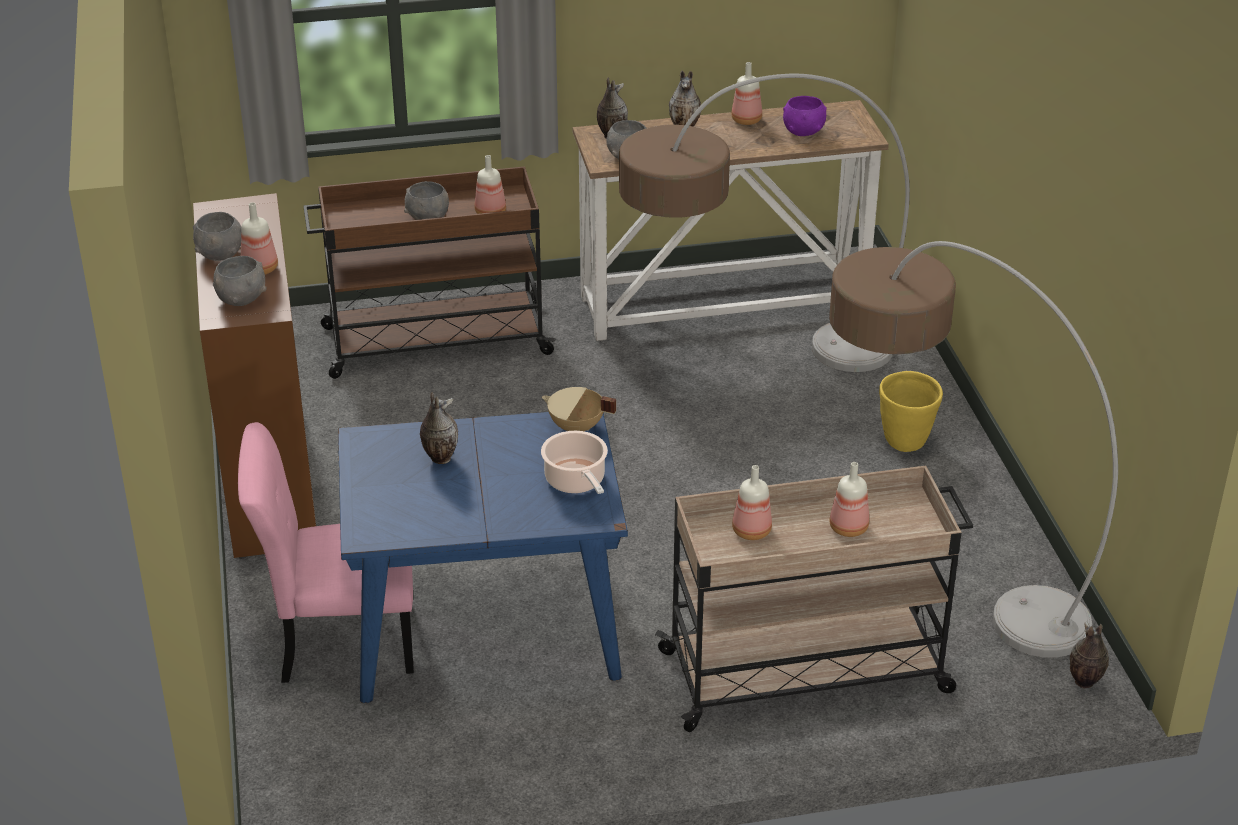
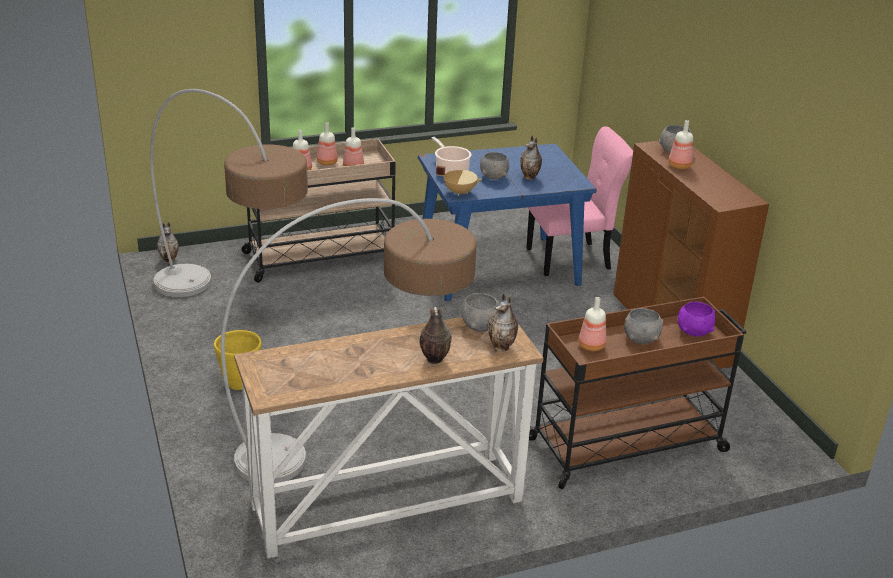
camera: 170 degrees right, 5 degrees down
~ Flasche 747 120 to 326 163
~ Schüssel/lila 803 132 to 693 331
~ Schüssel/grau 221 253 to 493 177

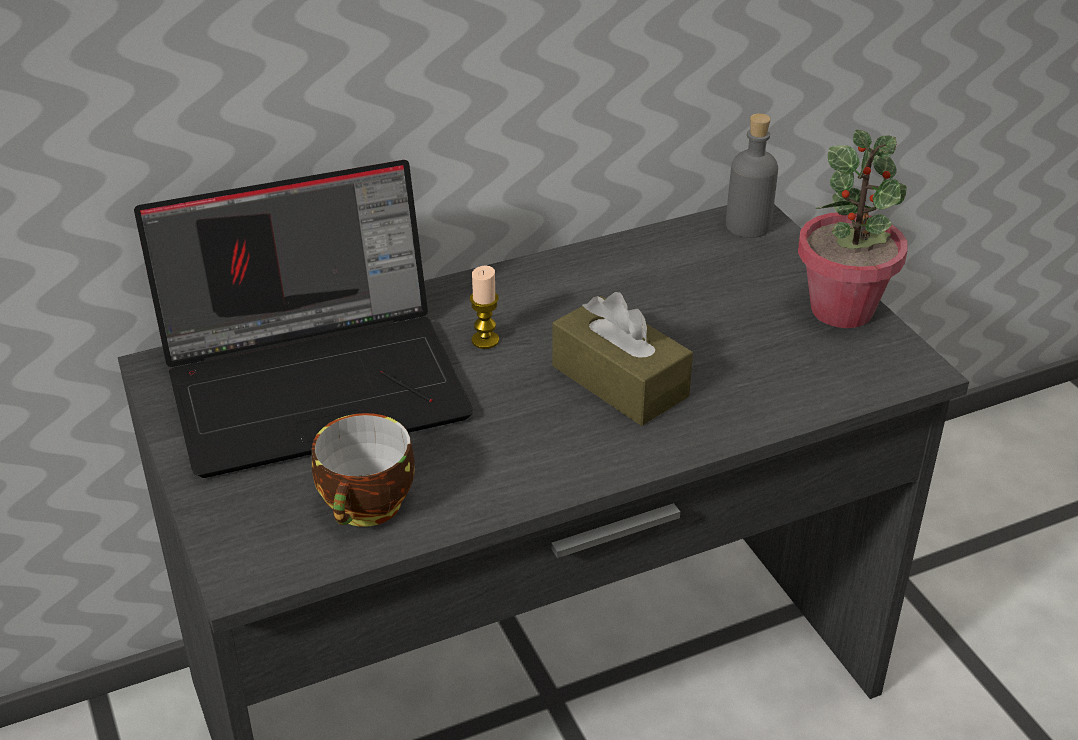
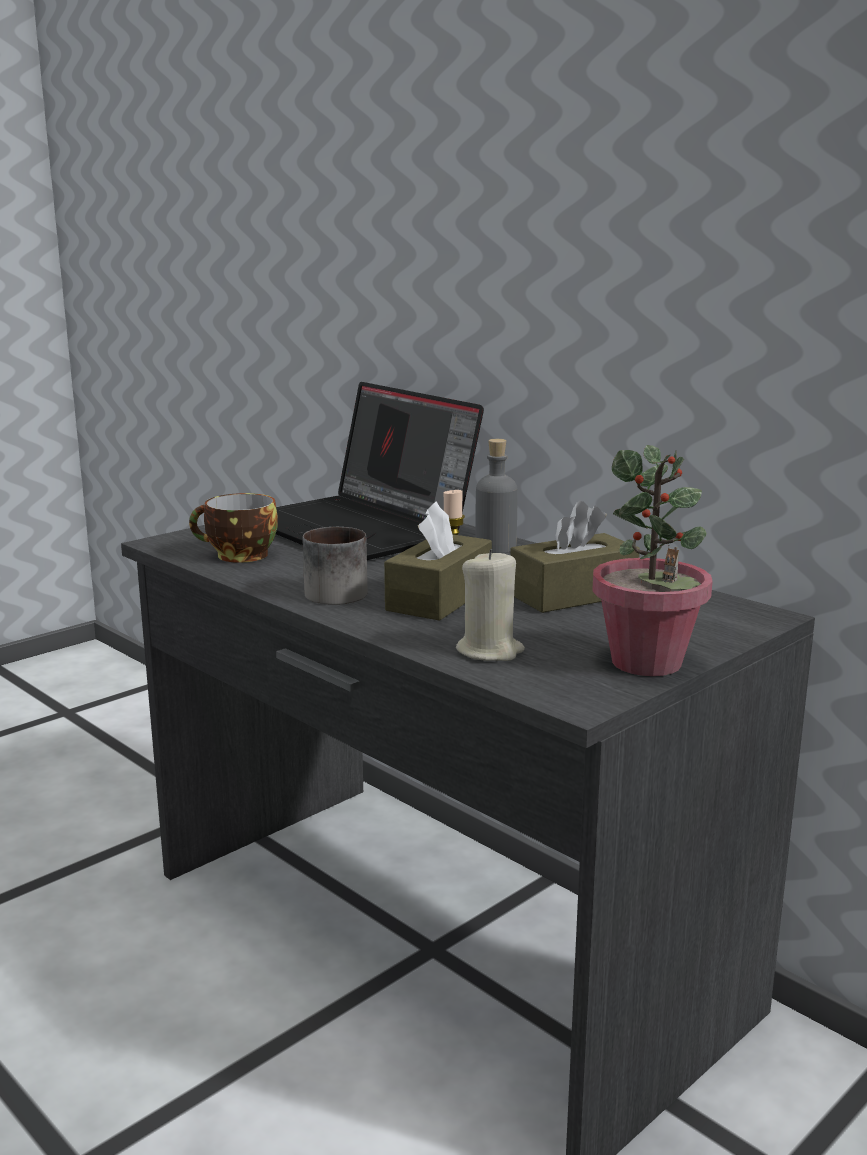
camera: 70 degrees right, 20 degrees down
~ Flasche/grau 748 226 to 495 548
+ Taschentuchbox/braun 573 595
+ Henkelbecher 337 591
+ Kerze/beige 490 651

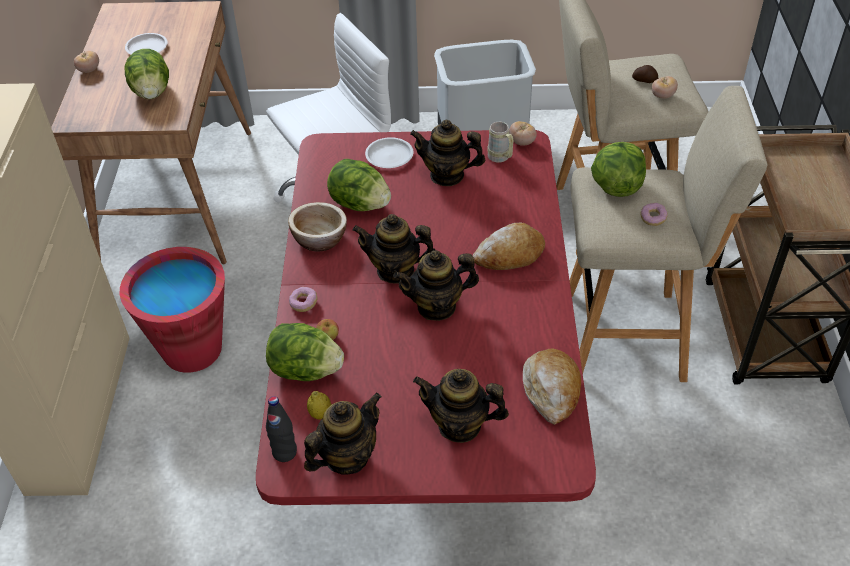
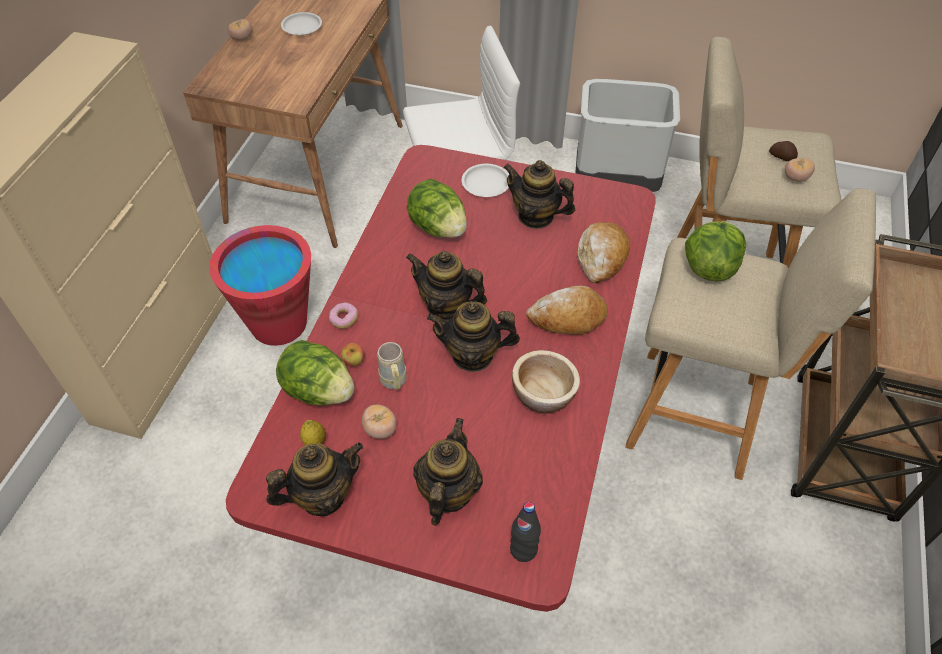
camera: 15 degrees right, 5 degrees up
- Salatkopf 152 92
~ Tomate 522 142 to 380 430
~ Henkelbecher/beige 501 158 to 394 383
~ Schüssel 319 239 to 543 394
- Donut 653 218
~ Brot 551 390 to 602 257
~ Teekanne 460 425 = 447 493 75 degrees clockwise
~ Flasche/schwarz 284 452 to 523 550

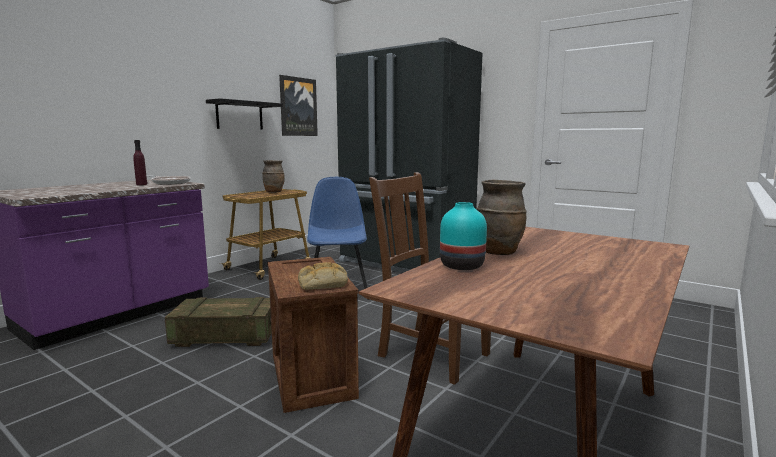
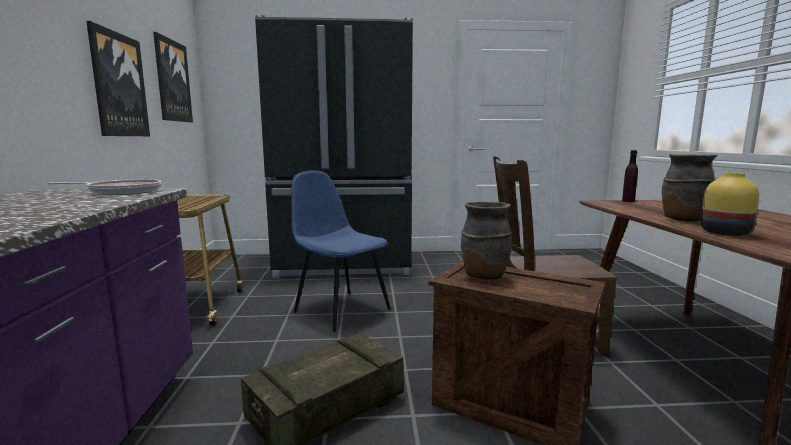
camera: 40 degrees left, 0 degrees up
~ Wandregal/schwarz 239 115 to Bild 118 85
~ Flasche/lila 141 184 to 628 201
~ Vase/braun 274 192 to 483 276
~ Vase/türkis 463 266 to Vase/gelb 724 232
- Brot 322 283

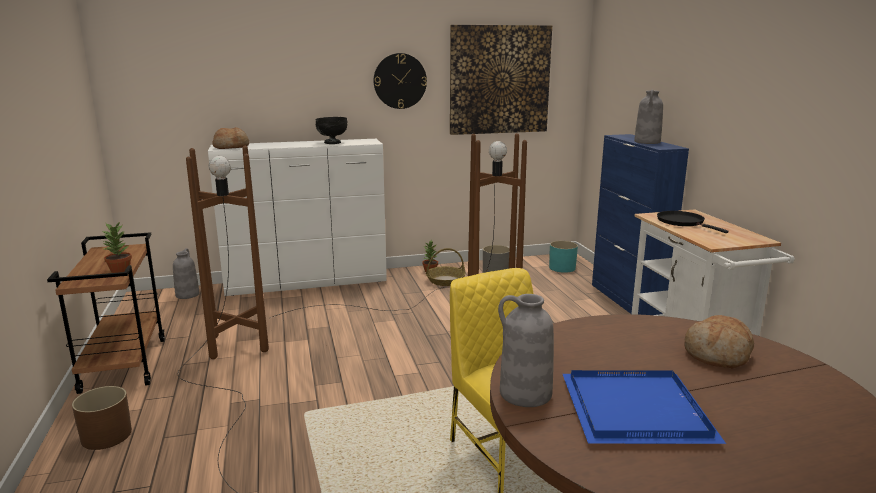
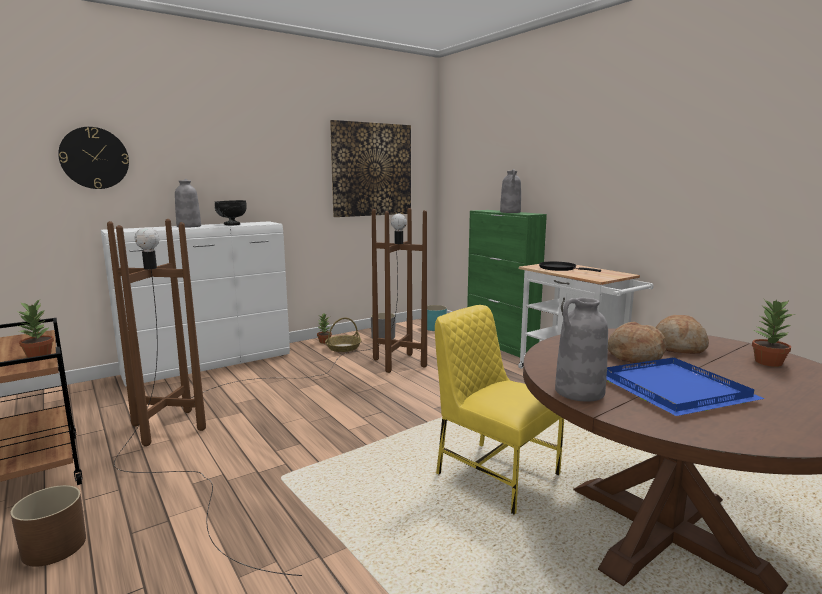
camera: 20 degrees left, 5 degrees down
~ Wanduhr 400 81 to 94 158
~ Brot 231 147 to 634 355
~ Schrank/blau 627 300 to Schrank/grün 501 345
~ Vase/grau 187 294 to 188 226
+ Topfpflanze 767 362

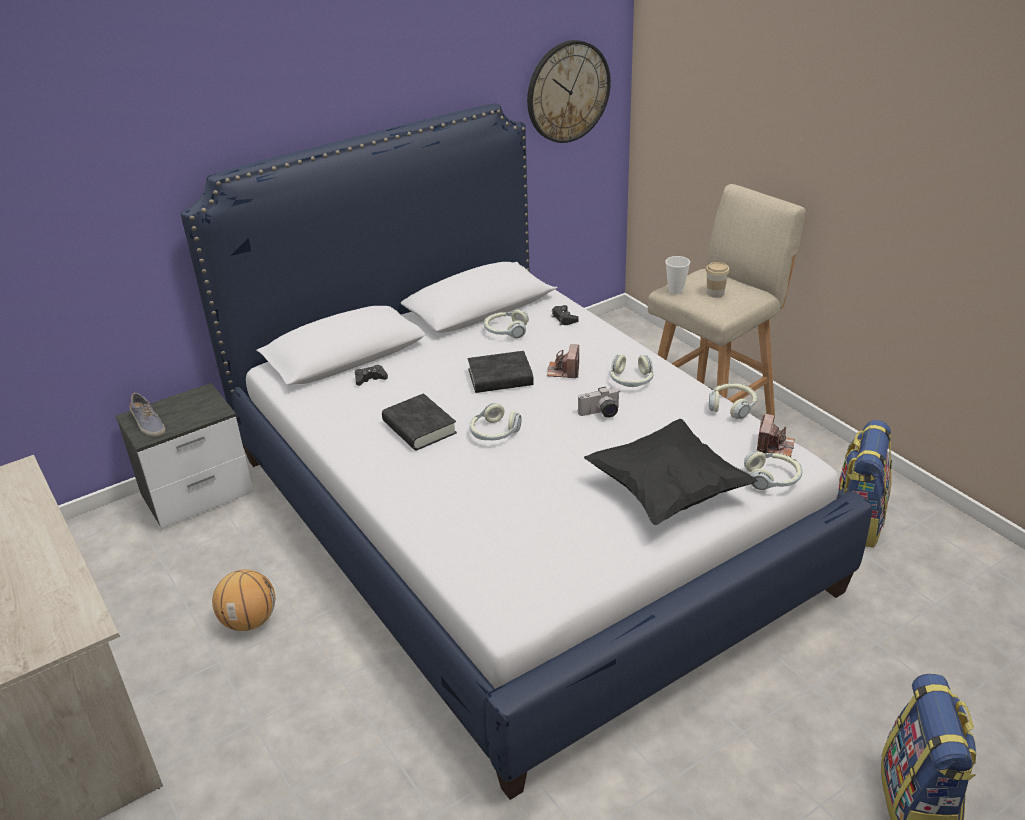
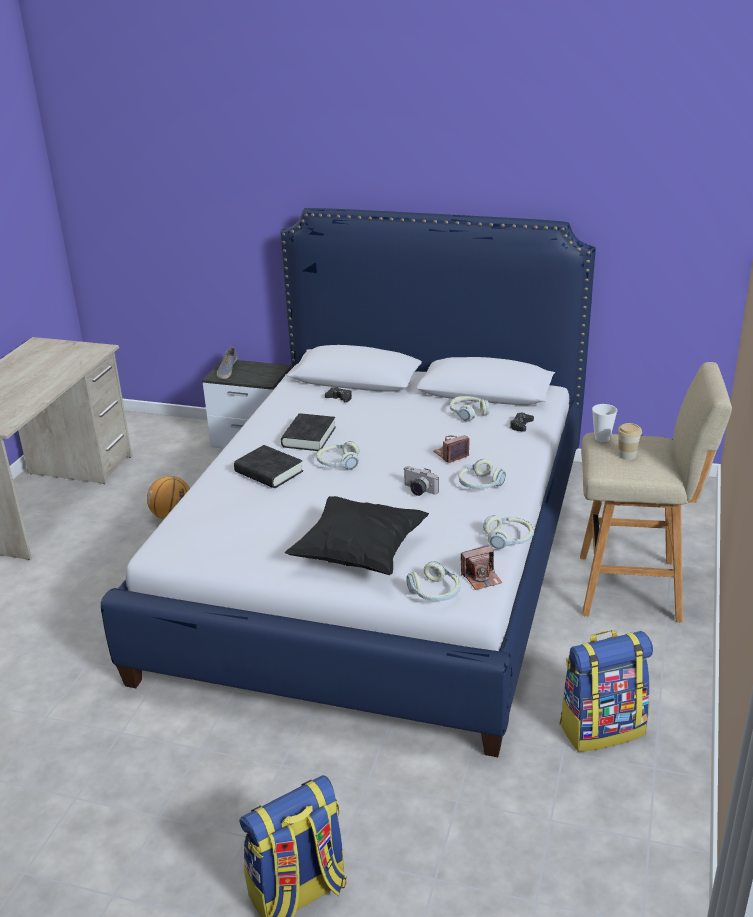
camera: 50 degrees right, 5 degrees down
- Wanduhr 568 92
~ Buch/schwarz 500 378 to 268 472

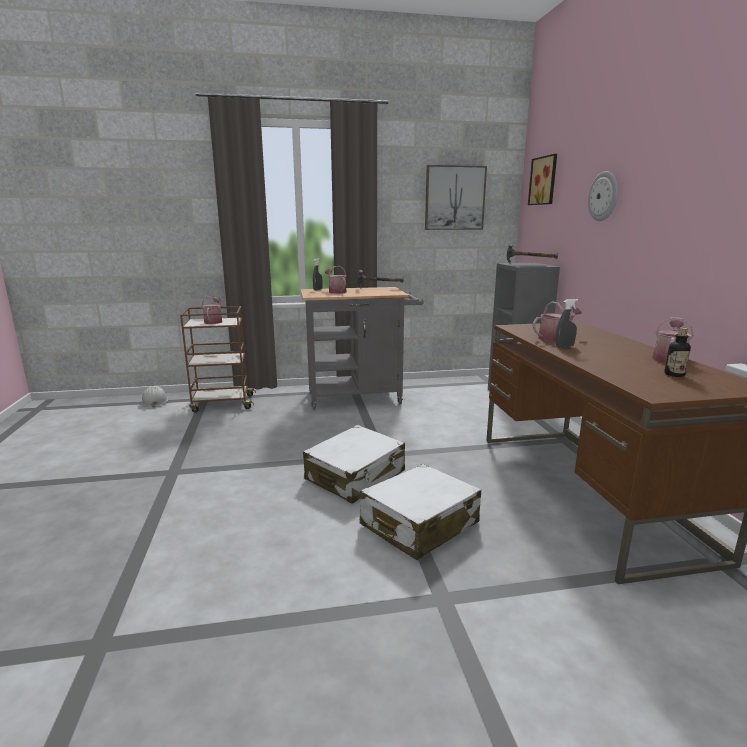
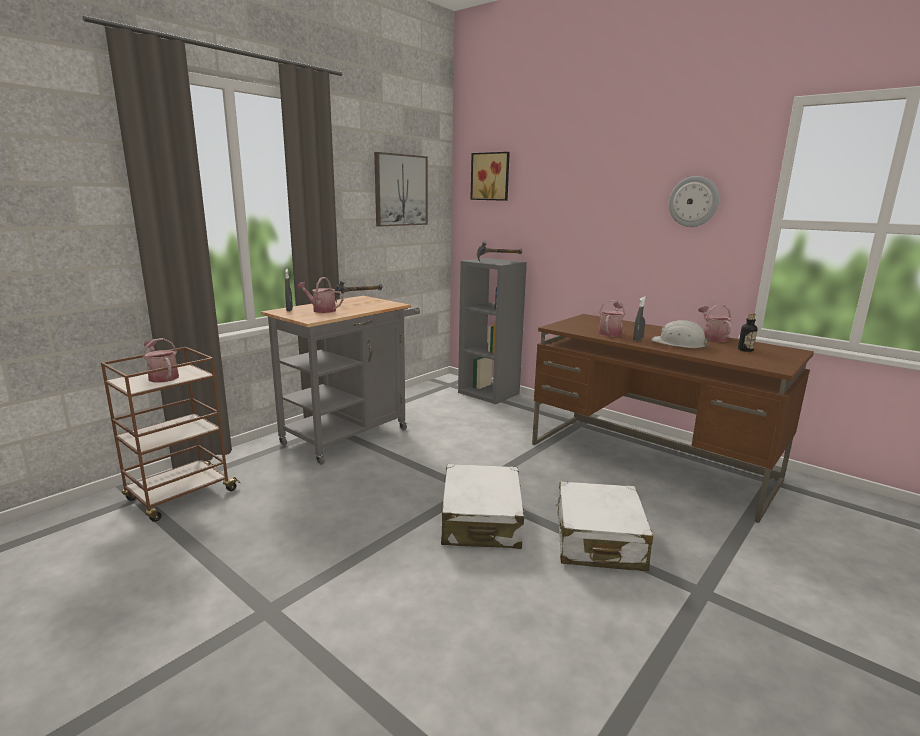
camera: 40 degrees left, 0 degrees up
~ Wanduhr 604 196 to 693 201
~ Schutzhelm/weiß 154 401 to 679 343

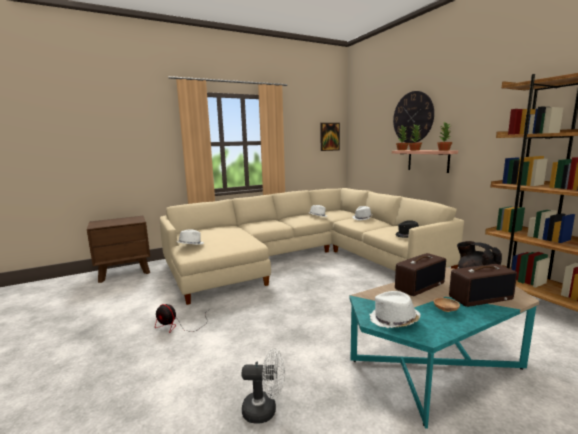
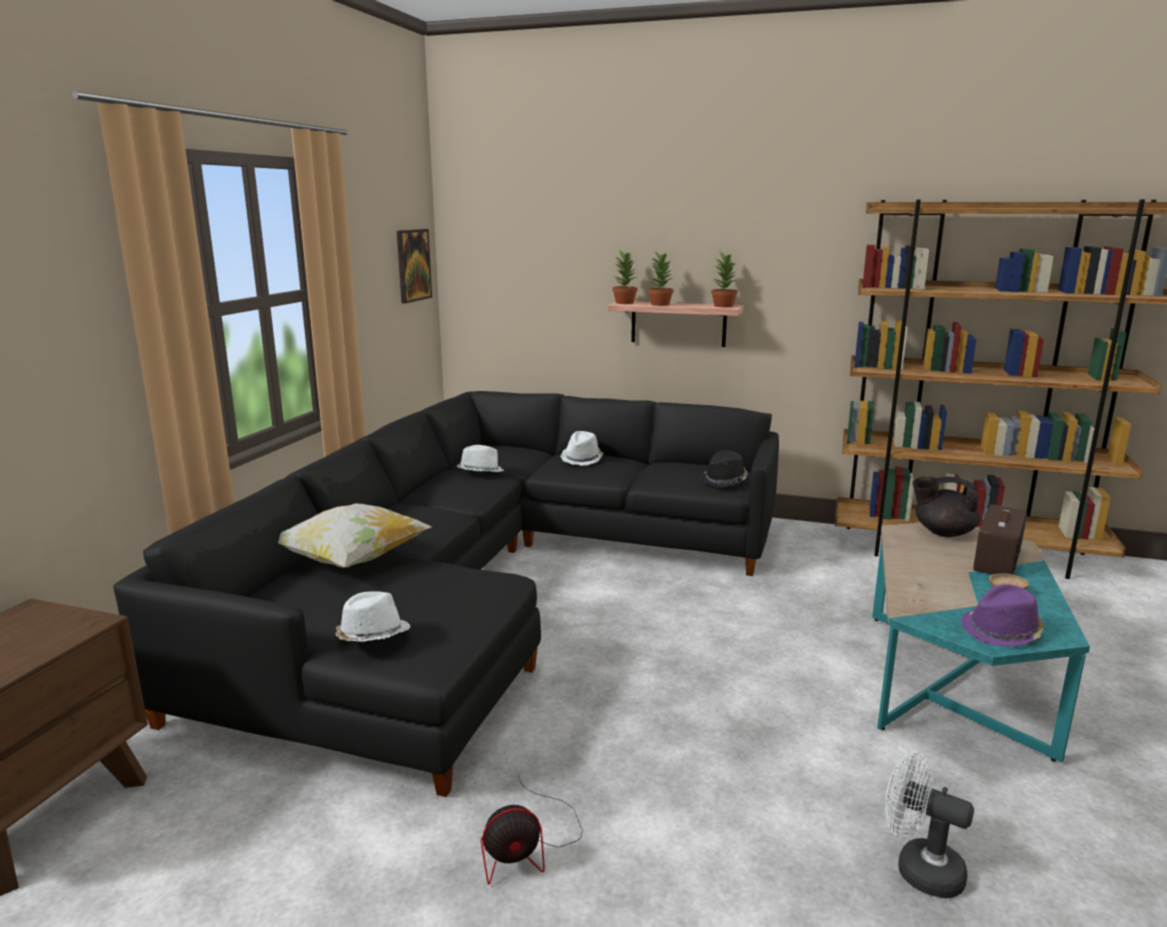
camera: 45 degrees left, 5 degrees up
- Wanduhr 413 117
~ Sofa/beige 301 259 to Sofa/schwarz 490 584
- Radio 419 286
~ Hut/weiß 393 320 to Hut/lila 1002 631
~ Ventilator/weiß 265 410 = 918 869 105 degrees counterclockwise
+ Kissen 352 560

